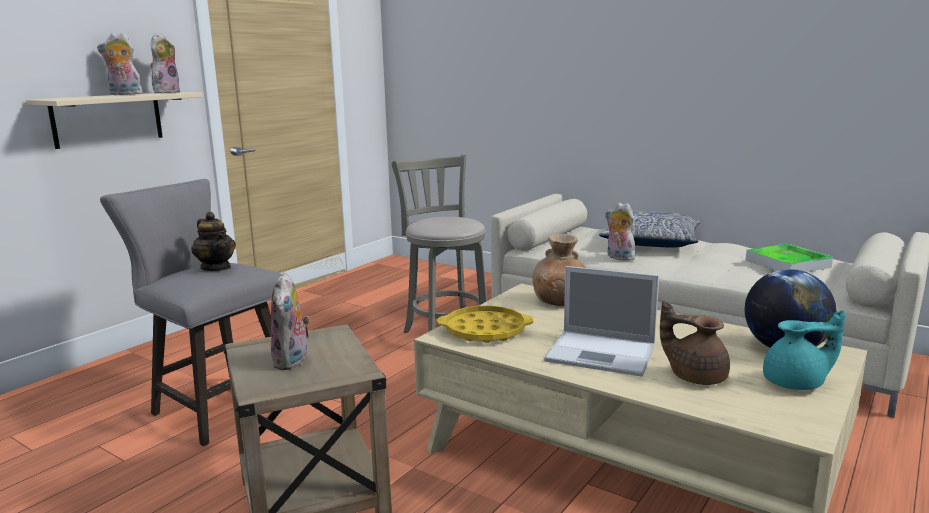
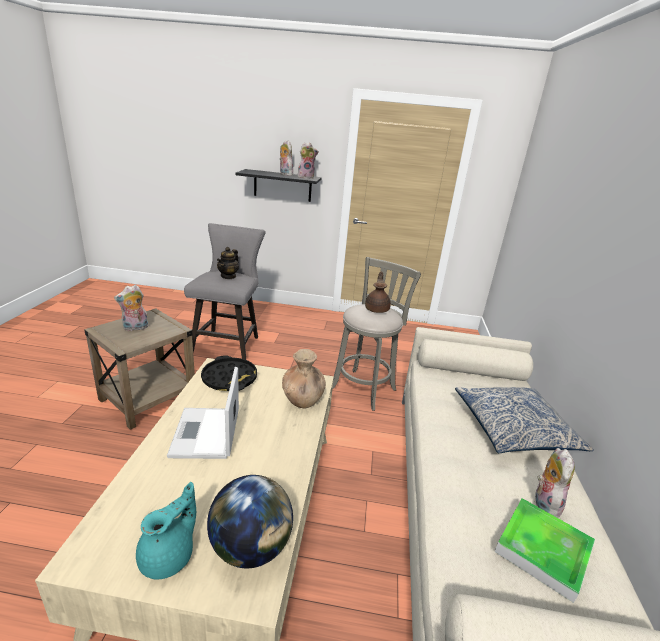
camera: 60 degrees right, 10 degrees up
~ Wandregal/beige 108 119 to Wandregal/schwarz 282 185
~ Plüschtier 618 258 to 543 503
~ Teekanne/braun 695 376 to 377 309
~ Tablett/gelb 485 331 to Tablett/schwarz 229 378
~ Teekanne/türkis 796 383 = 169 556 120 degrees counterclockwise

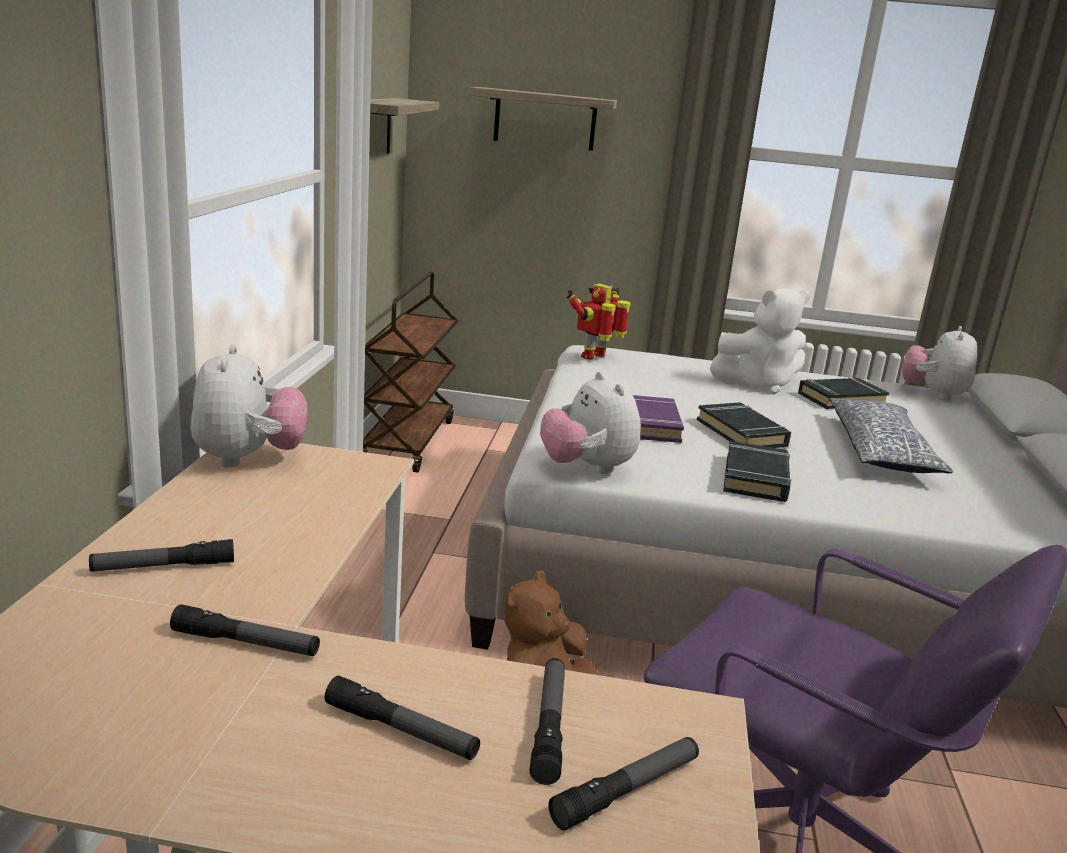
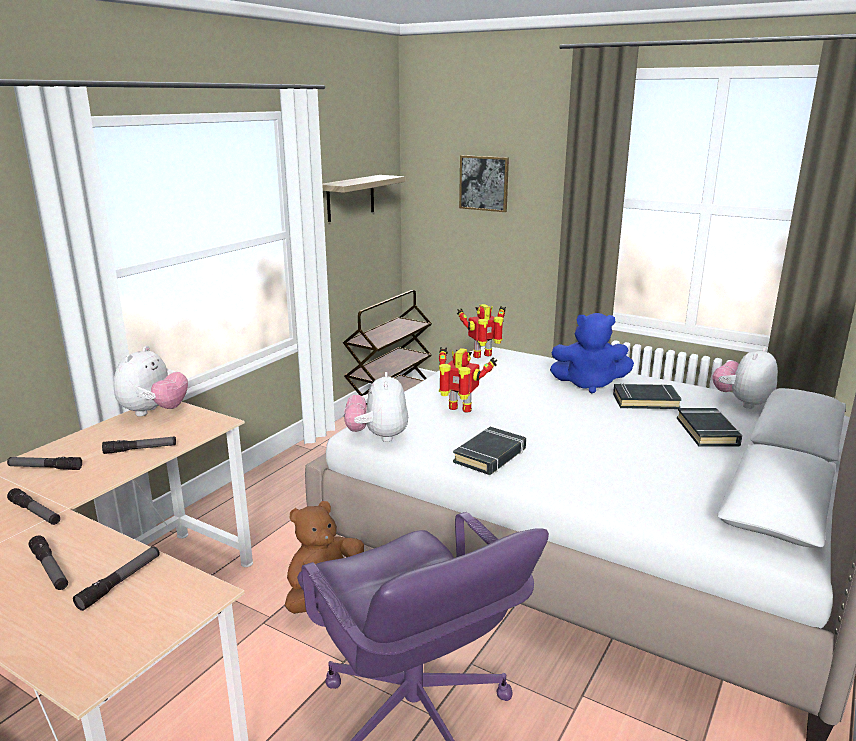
camera: 25 degrees right, 0 degrees up
~ Wandregal 545 119 to Bild 484 183
~ Plüschtier/weiß 758 384 to Plüschtier/blau 589 384
~ Buch/lila 649 425 to Spielzeugroboter 460 410
- Kissen 881 451
~ Buch/schwarz 742 433 to 707 432
~ Taschenlampe 626 791 to 140 449

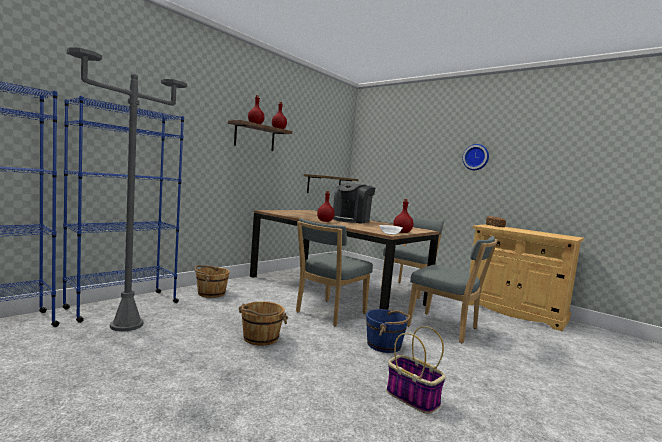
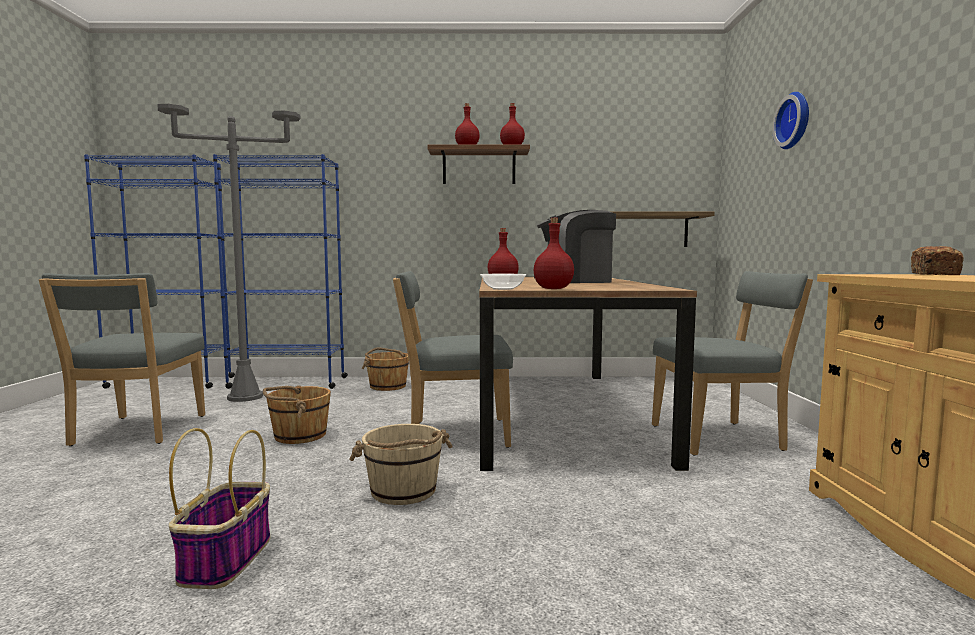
camera: 50 degrees right, 0 degrees up
~ Wanduhr 476 157 to 795 121
~ Stuhl/grau 445 328 to 136 432
~ Eimer/blau 384 345 to Eimer/beige 403 491

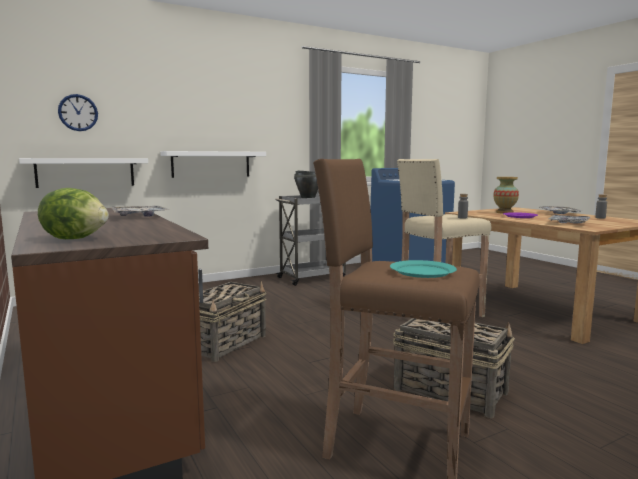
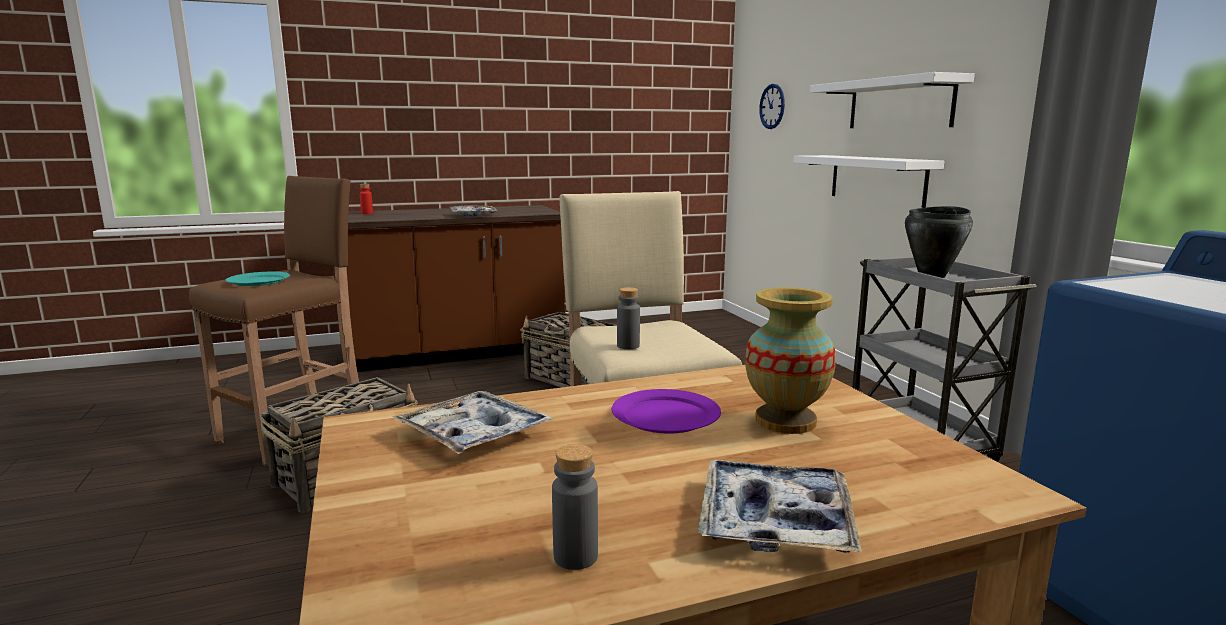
camera: 100 degrees right, 5 degrees up
~ Wandregal/weiß 86 172 to 899 104
~ Salatkopf 76 238 to Flasche/rot 367 213

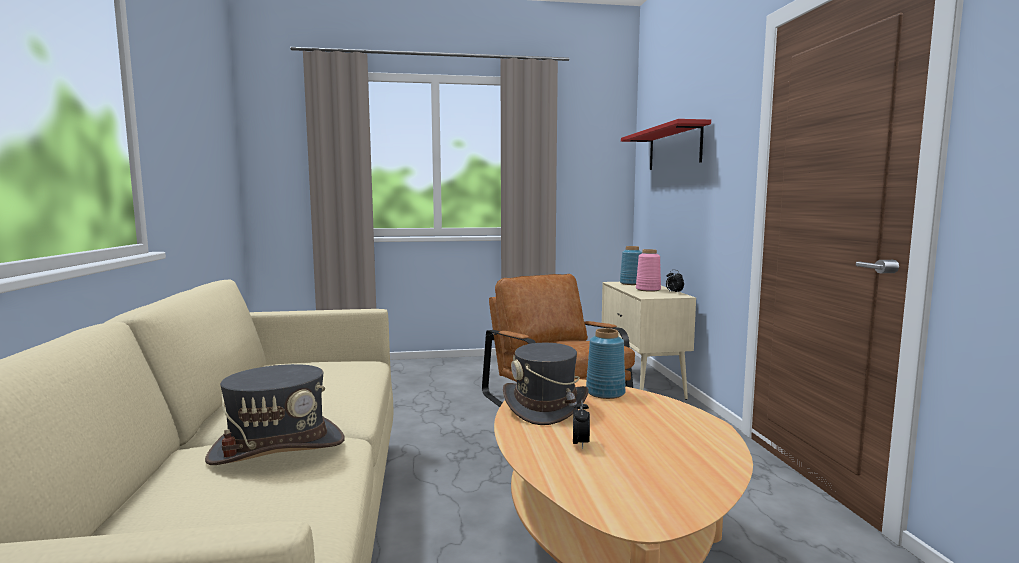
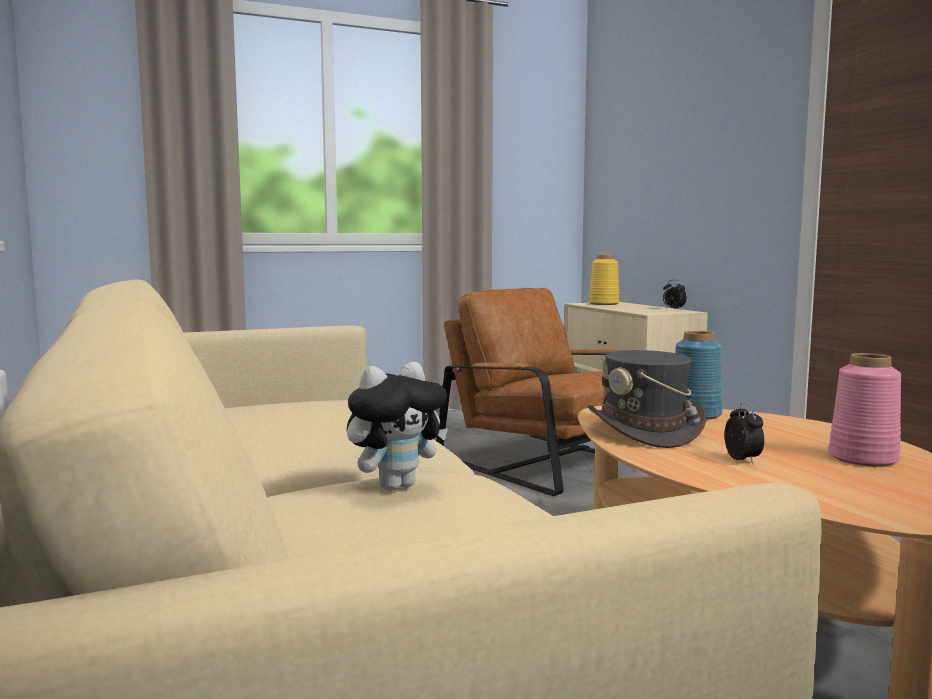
camera: 15 degrees left, 0 degrees up
- Wandregal/rot 674 148
~ Vase/blau 631 283 to Vase/gelb 604 304
~ Vase/rosa 648 289 to 864 458
~ Hut/grau 278 448 to Plüschtier 396 485

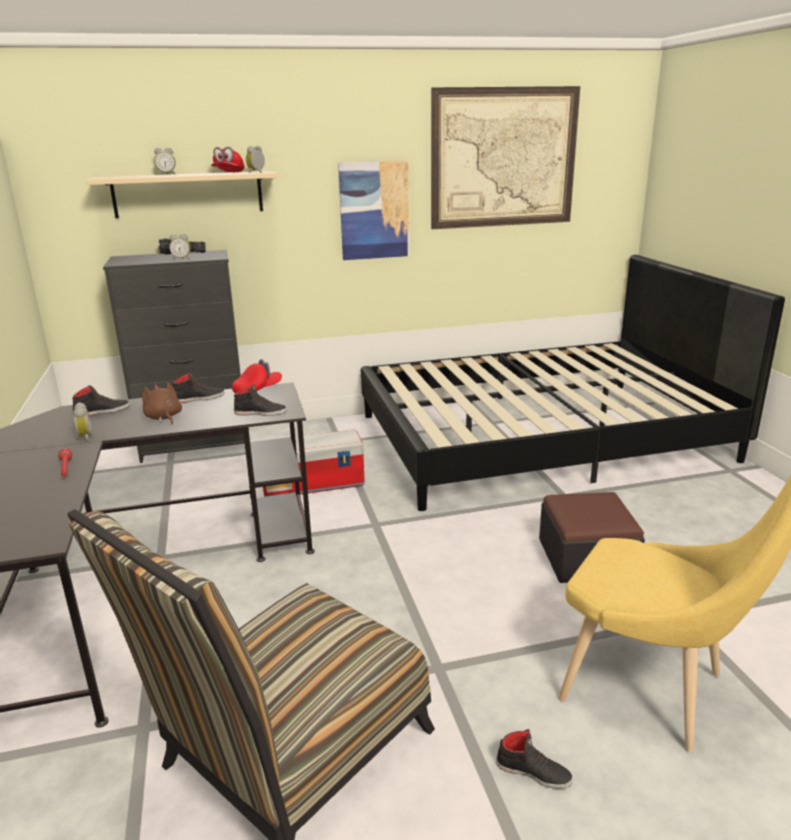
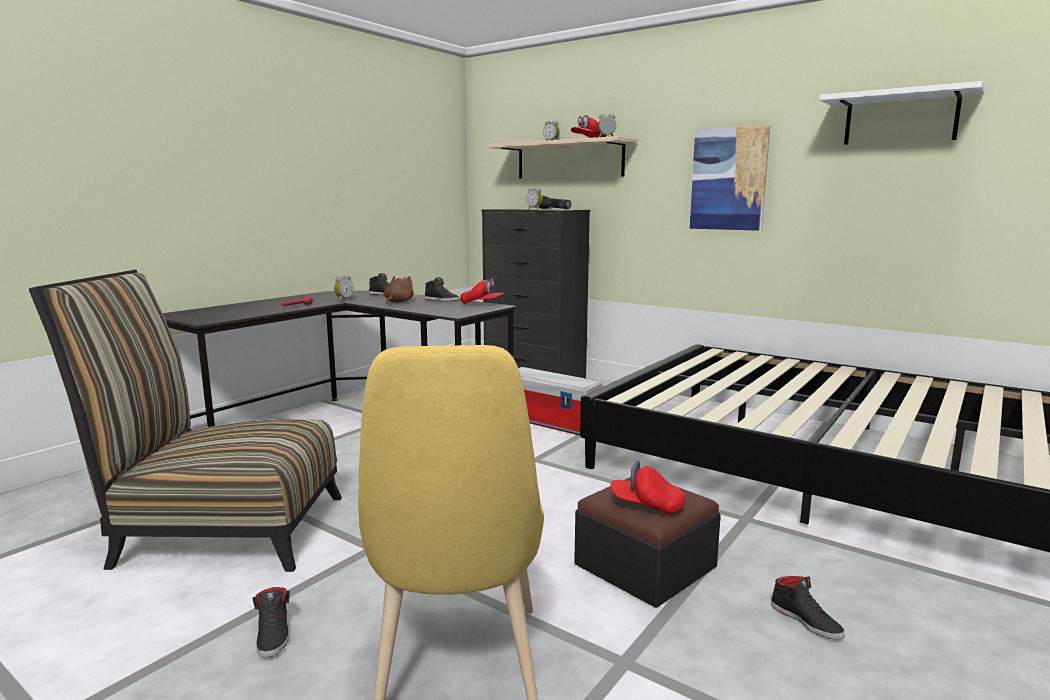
camera: 50 degrees right, 10 degrees down
~ Bild 504 158 to Wandregal/weiß 900 118
~ Schuh/schwarz 260 412 to 806 620
+ Kappe/rot 647 505

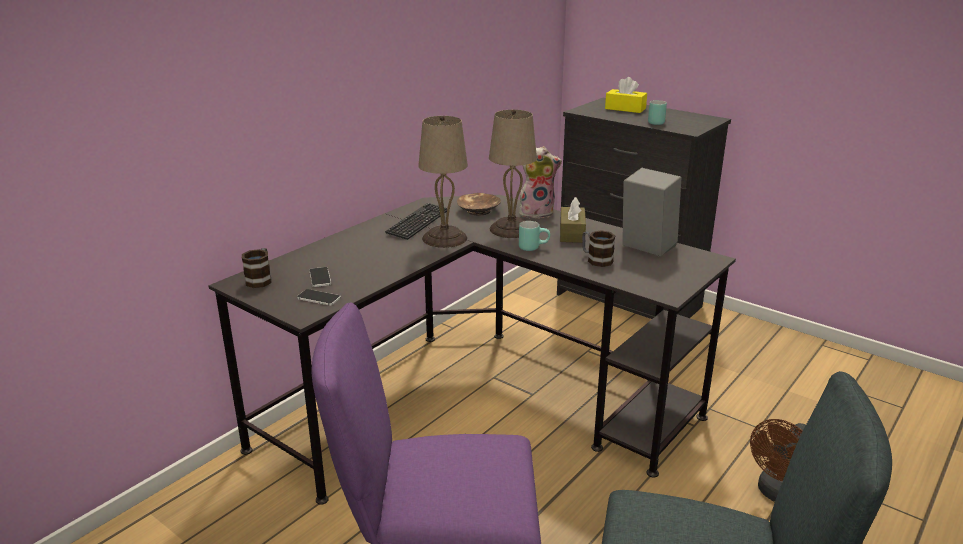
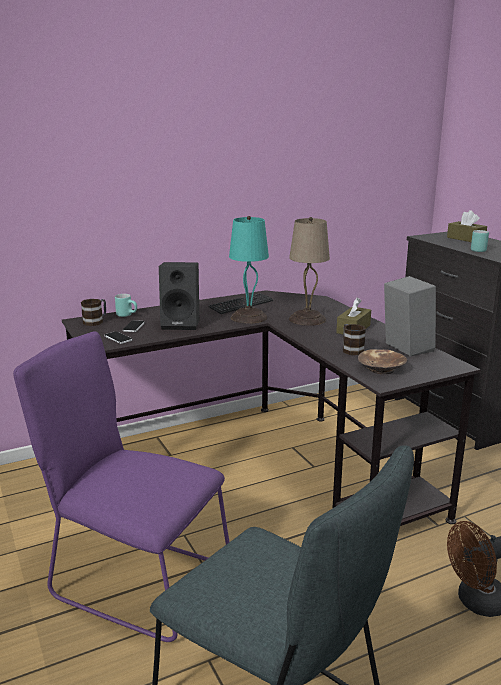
camera: 25 degrees right, 5 degrees down
~ Taschentuchbox/gelb 625 108 to Taschentuchbox/braun 466 239
~ Tischlampe/beige 443 238 to Tischlampe/türkis 248 317
- Plüschtier 537 212
~ Schüssel/braun 479 210 to 382 369
~ Henkelbecher/türkis 533 247 to 127 315
+ Lautsprecher/schwarz 182 324

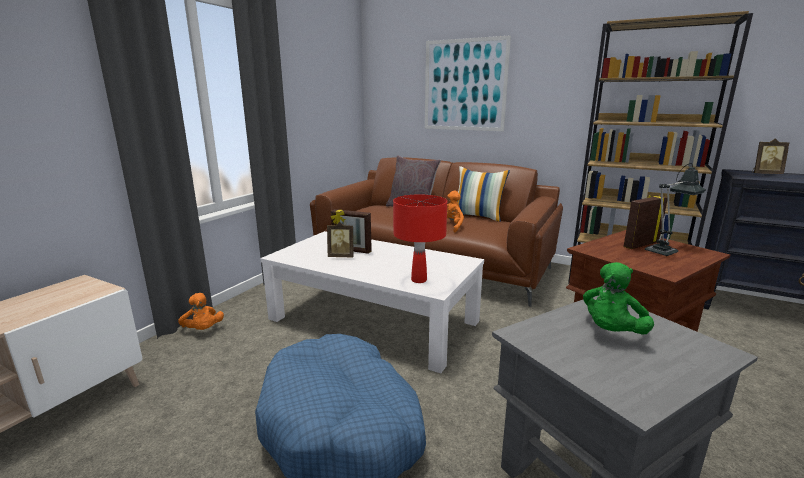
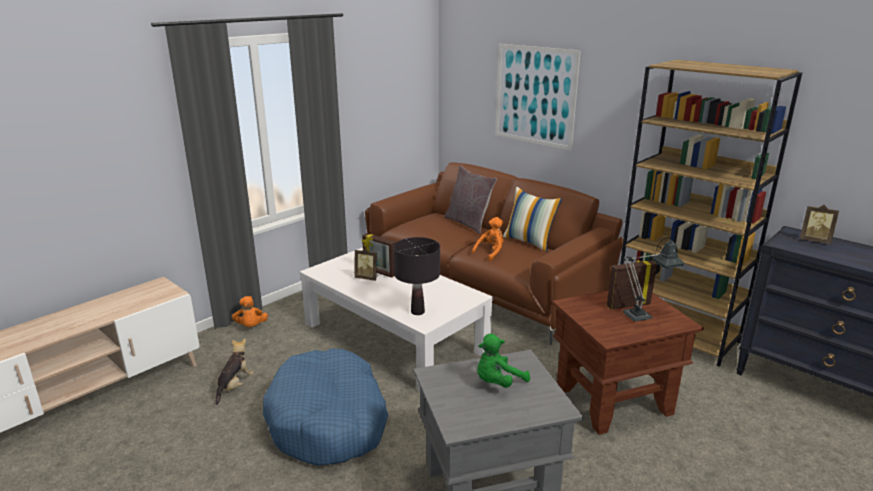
camera: 15 degrees right, 5 degrees up
~ Tischlampe/rot 419 280 to Tischlampe/schwarz 418 312
+ Plüschtier 234 386

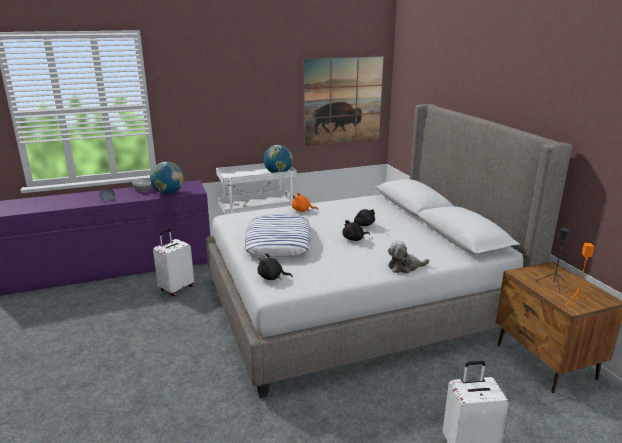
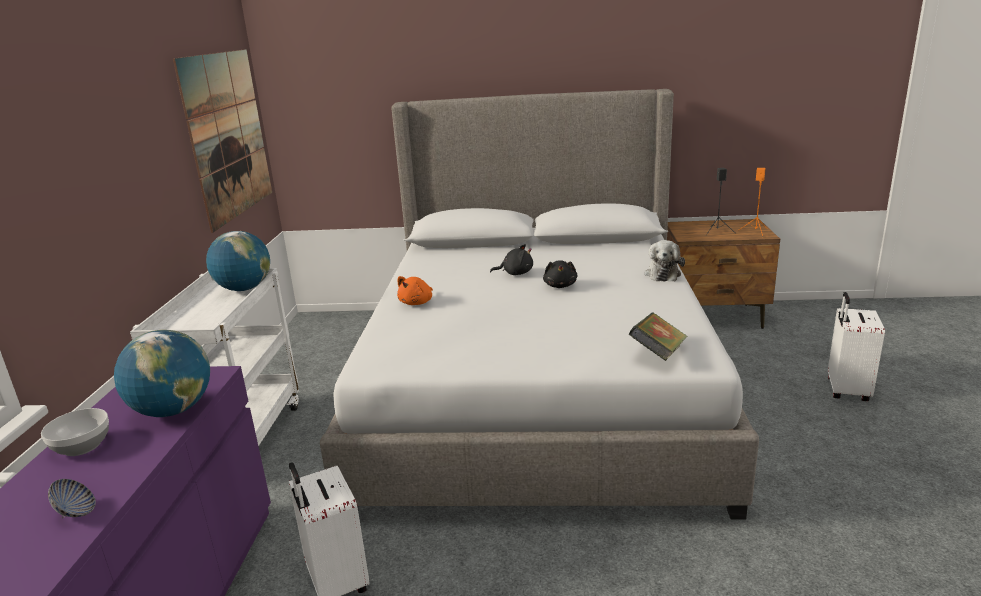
camera: 65 degrees left, 0 degrees up
- Kissen 278 242
~ Plüschtier/schwarz 272 277 to Buch 658 354

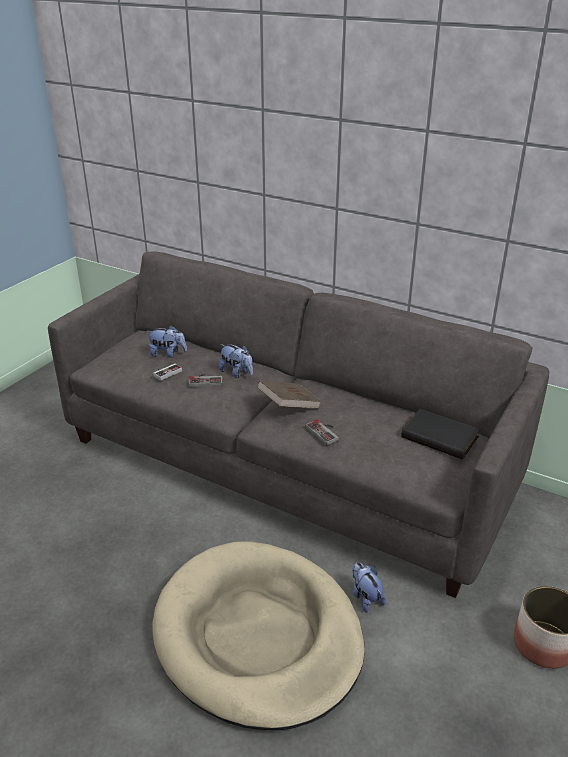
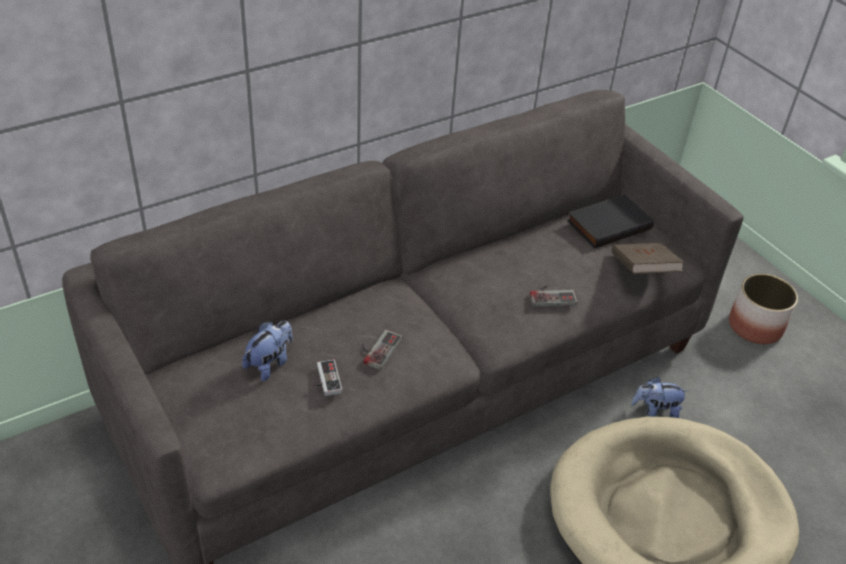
camera: 65 degrees left, 10 degrees up
- Plüschtier 237 373
~ Buch/braun 289 406 to 642 271

